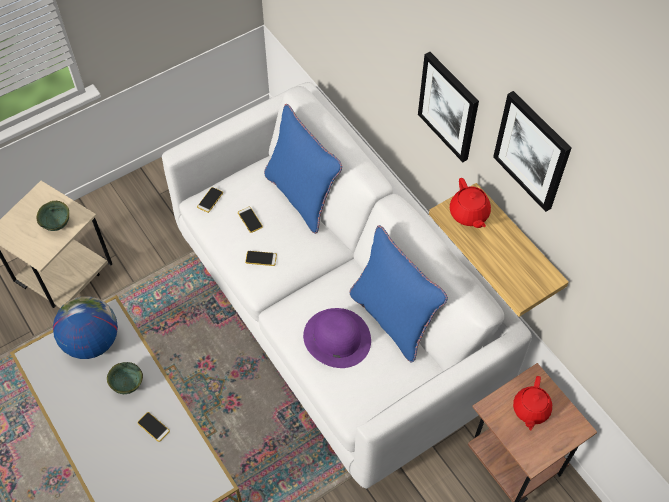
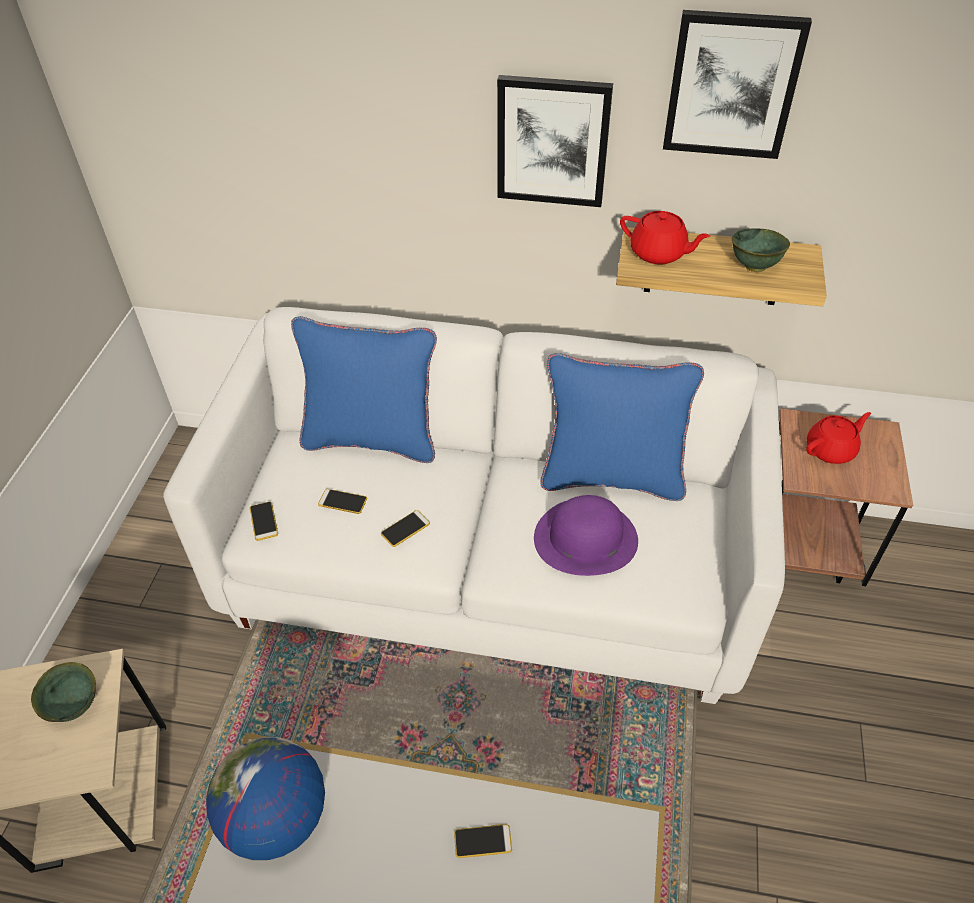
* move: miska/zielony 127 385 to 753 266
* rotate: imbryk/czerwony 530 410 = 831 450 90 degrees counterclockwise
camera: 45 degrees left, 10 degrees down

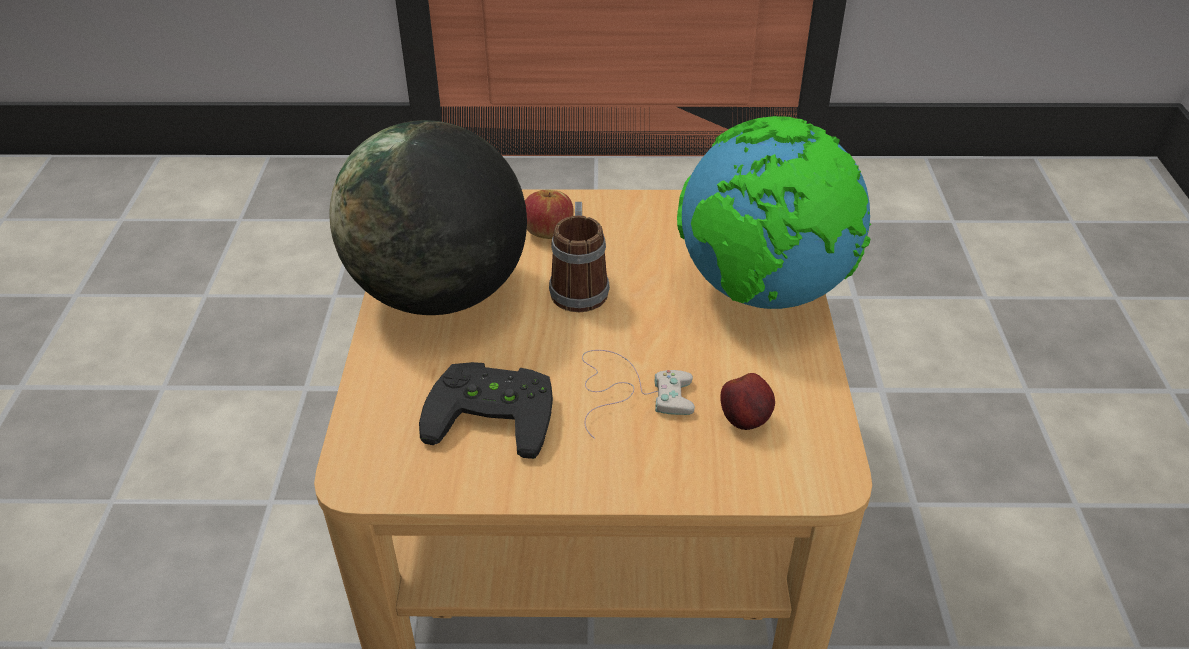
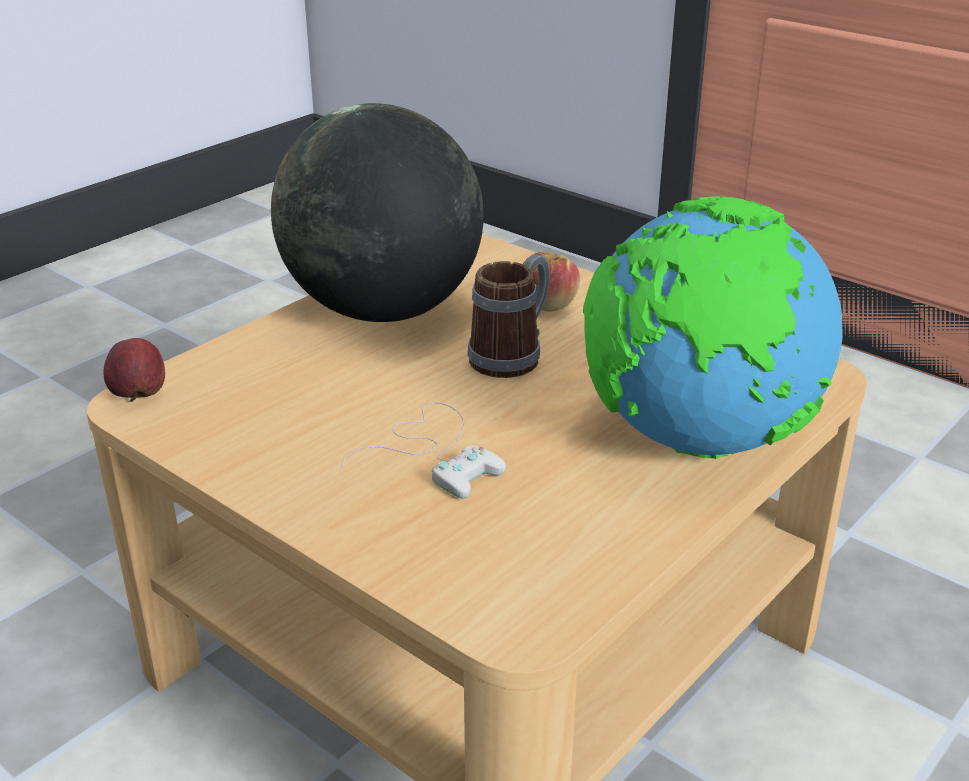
* delete: pad do gier/czarny 494 411
* move: jabłko 746 421 to 139 396
camera: 40 degrees right, 10 degrees down

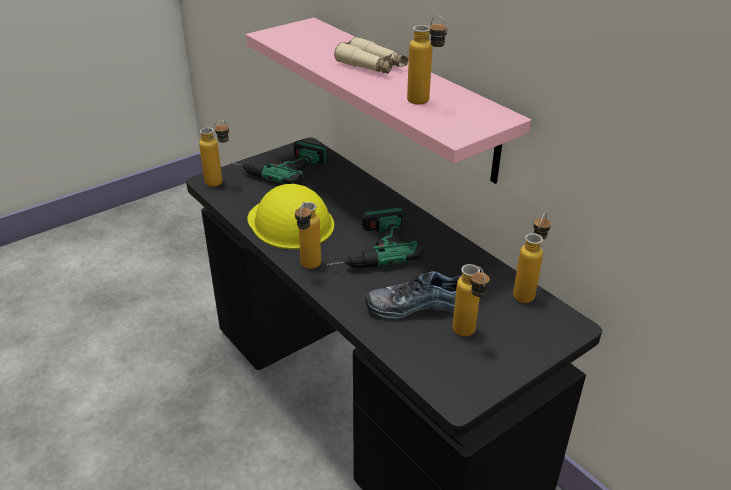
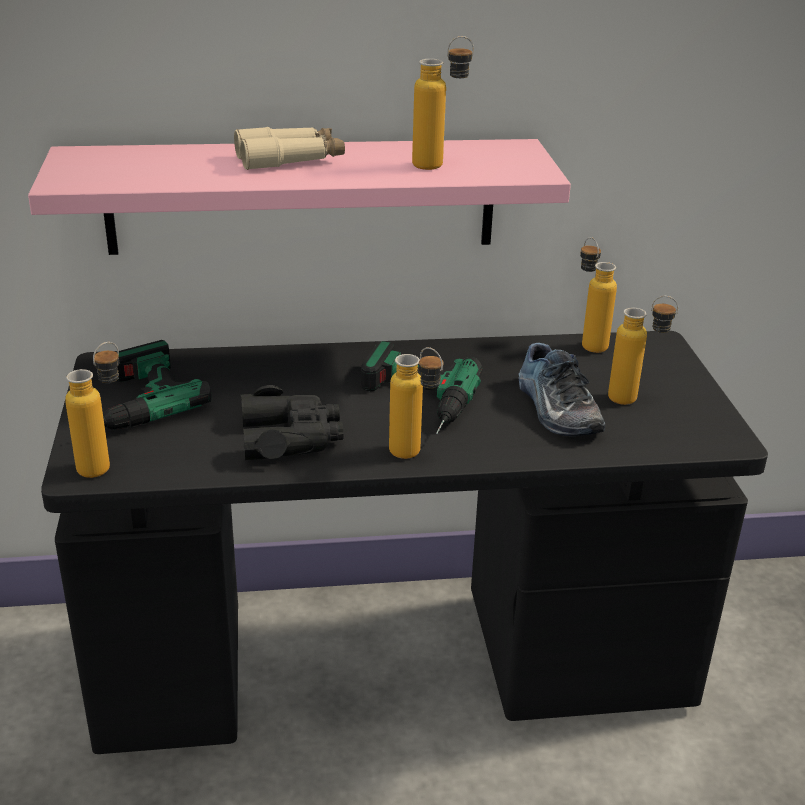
* replace: kask/żółty 290 222 to lornetka/czarny 291 437
* rotate: but 416 304 = 554 409 45 degrees counterclockwise
camera: 60 degrees left, 5 degrees down

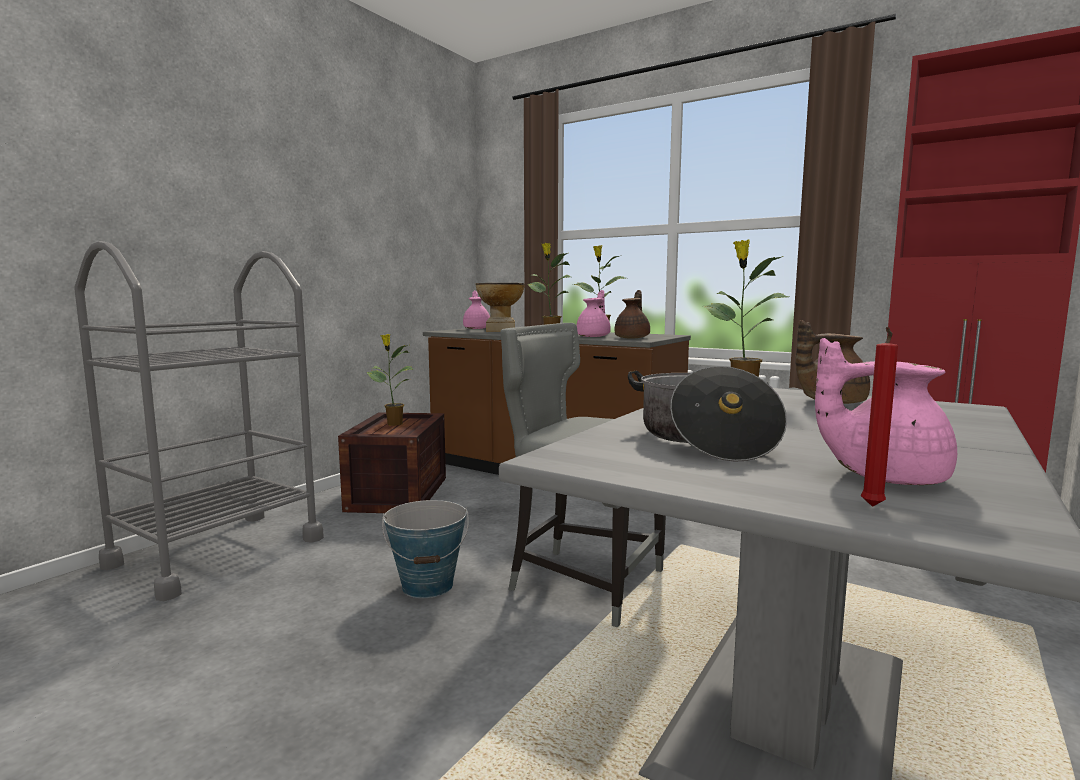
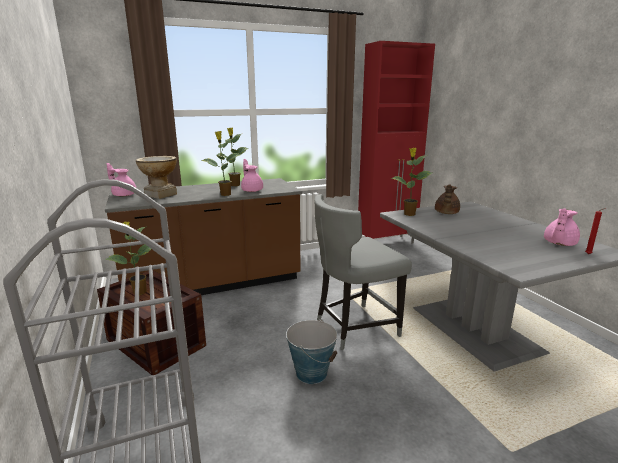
* delete: imbryk/brązowy 633 338
* delete: garnek 702 439
camera: 55 degrees left, 10 degrees up

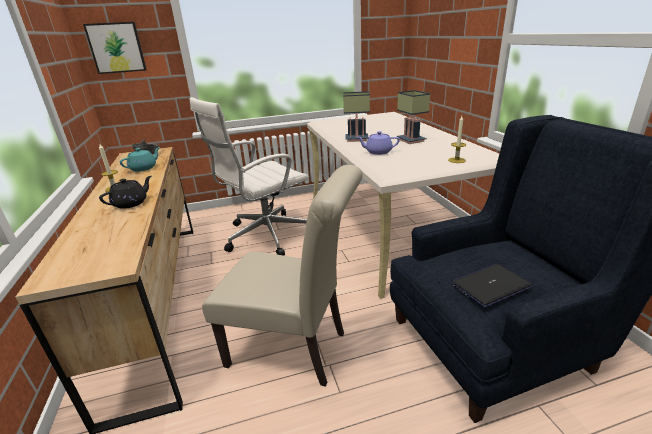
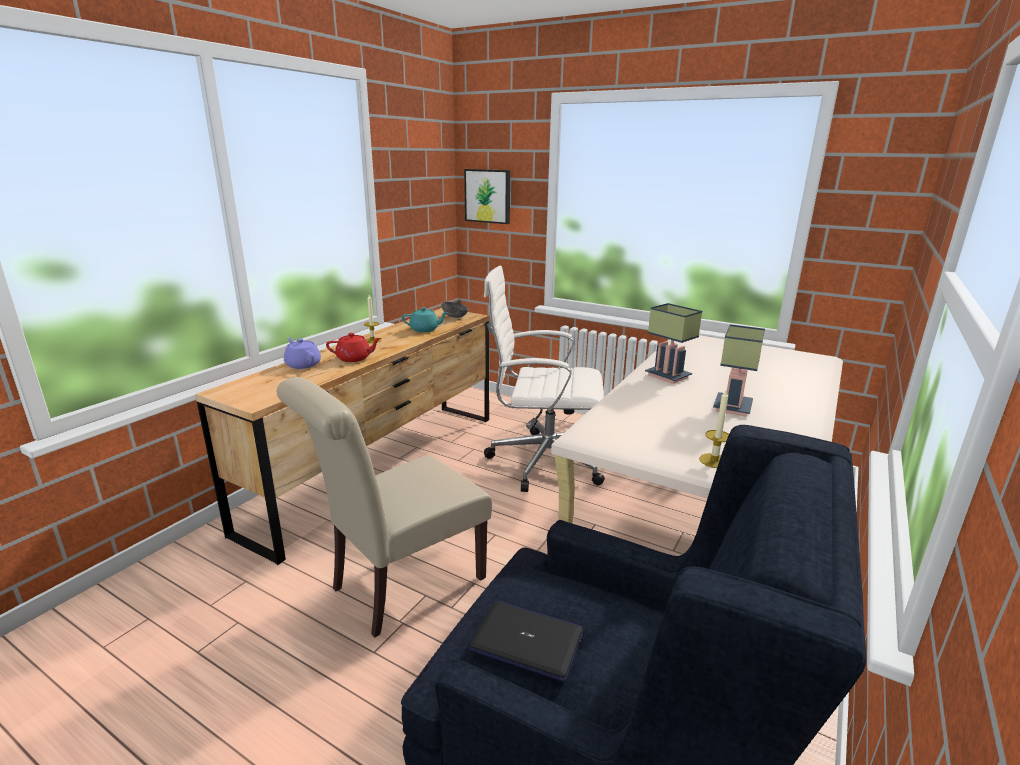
* recolor: imbryk/czarny 131 203 to imbryk/czerwony 354 358
* rotate: krzesło/beżowy 294 349 = 400 586 75 degrees clockwise
* move: imbryk/fioletowy 378 152 to 303 364
camera: 45 degrees right, 5 degrees down

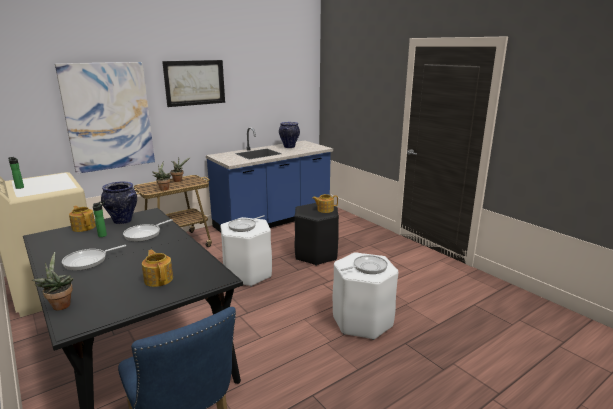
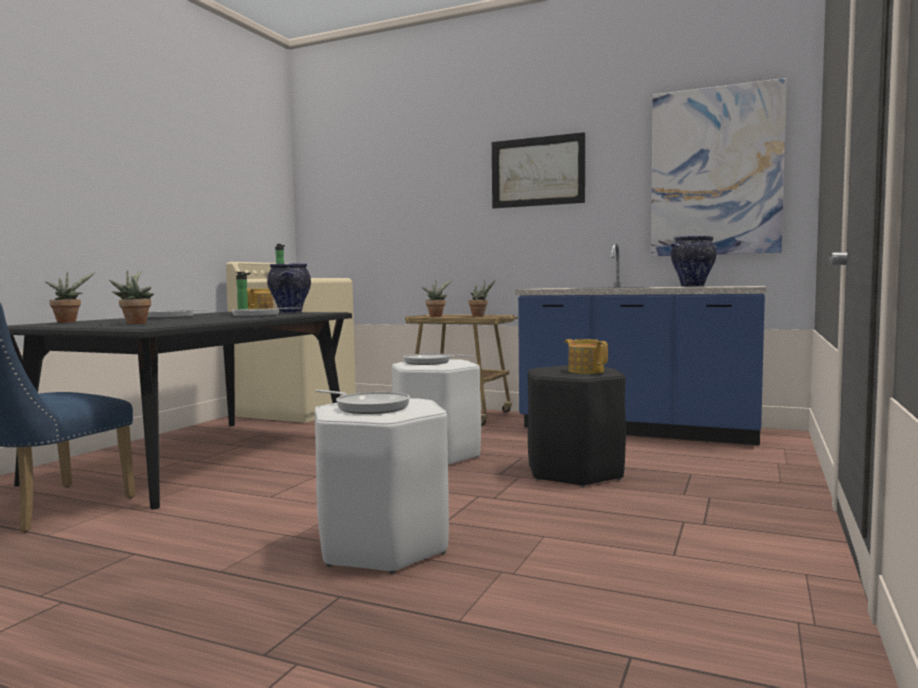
* move: obraz 108 117 to 715 172
* replace: imbryk 159 279 to roślina doniczkowa 135 323
camera: 60 degrees right, 15 degrees down

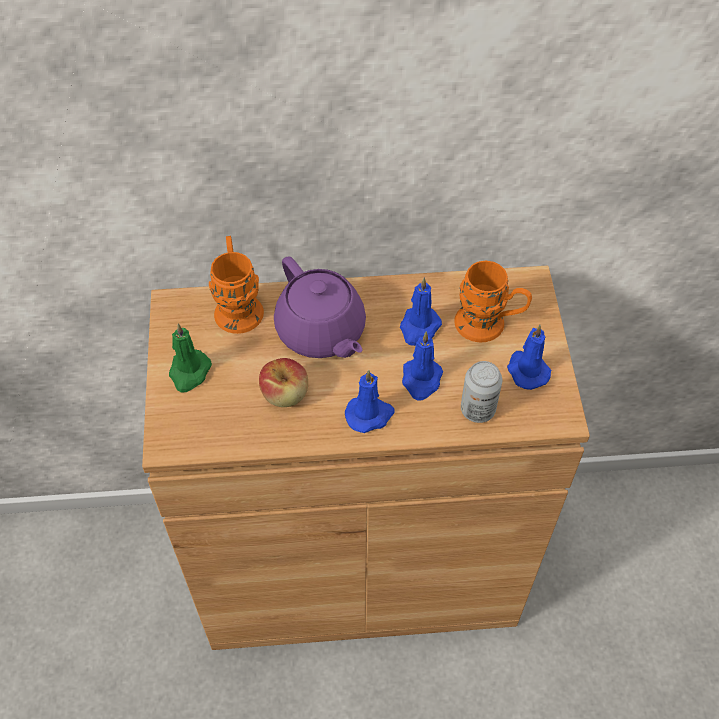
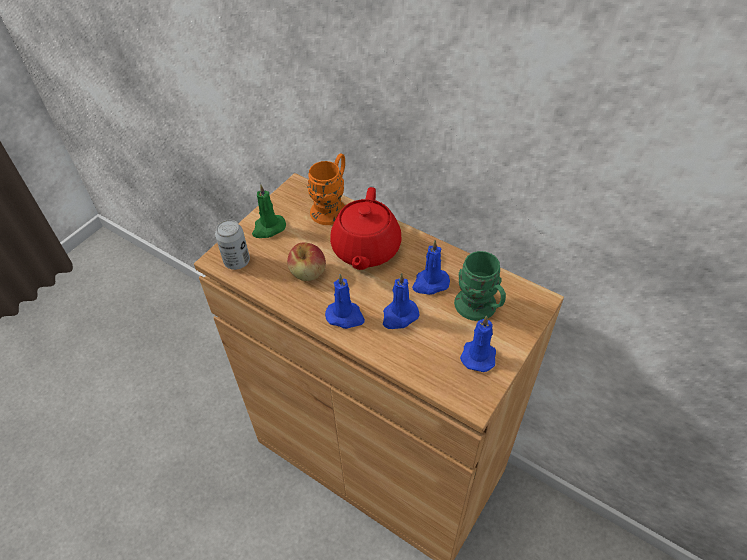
* recolor: imbryk/fioletowy 321 332 to imbryk/czerwony 365 249
* recolor: kubek/pomarańczowy 489 325 to kubek/zielony 480 310
* move: puszka 477 409 to 237 261
camera: 40 degrees right, 5 degrees down

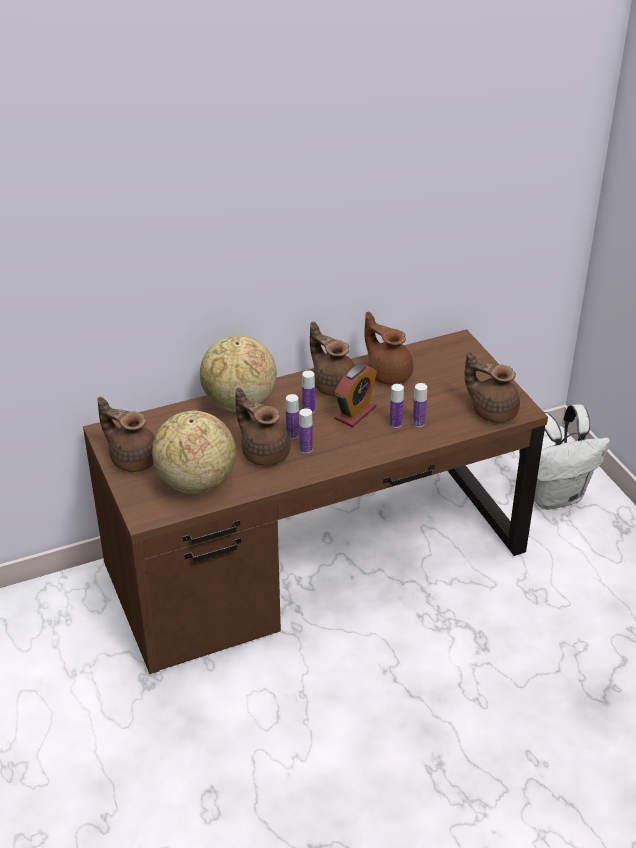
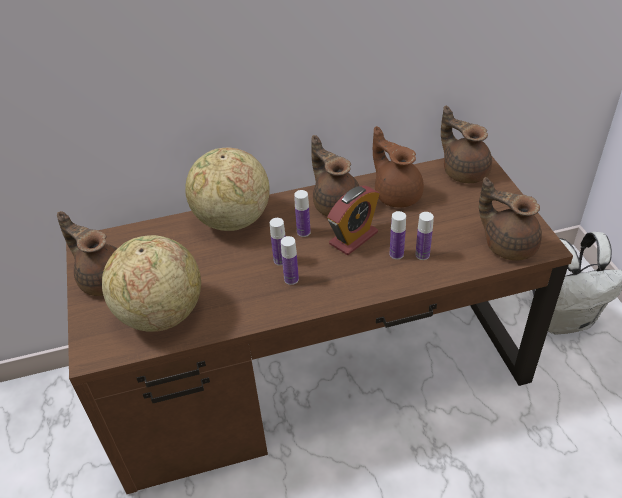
* move: imbryk/brązowy 264 452 to 464 171
camera: 10 degrees right, 5 degrees up

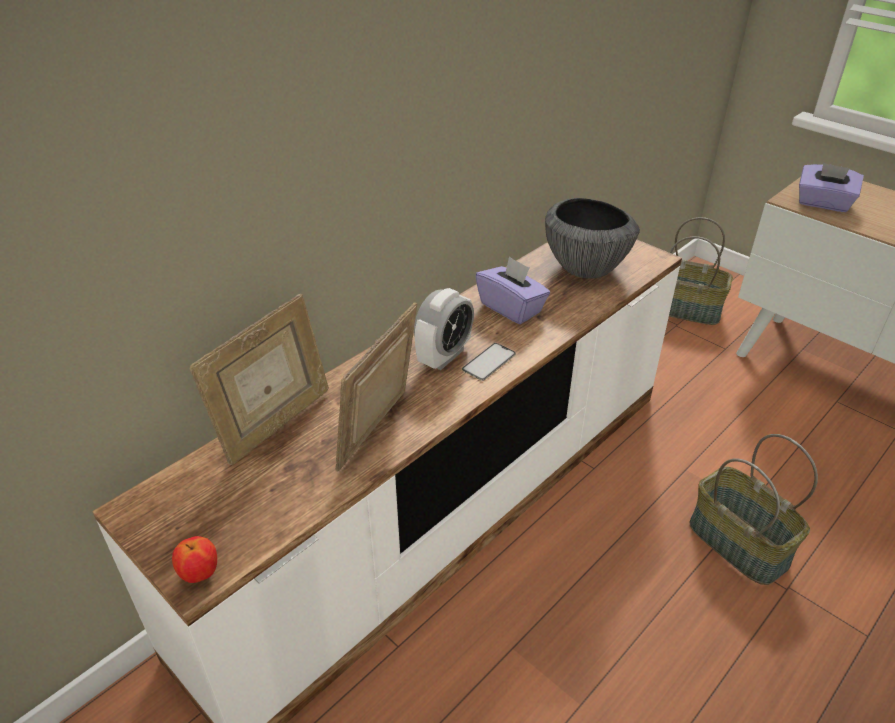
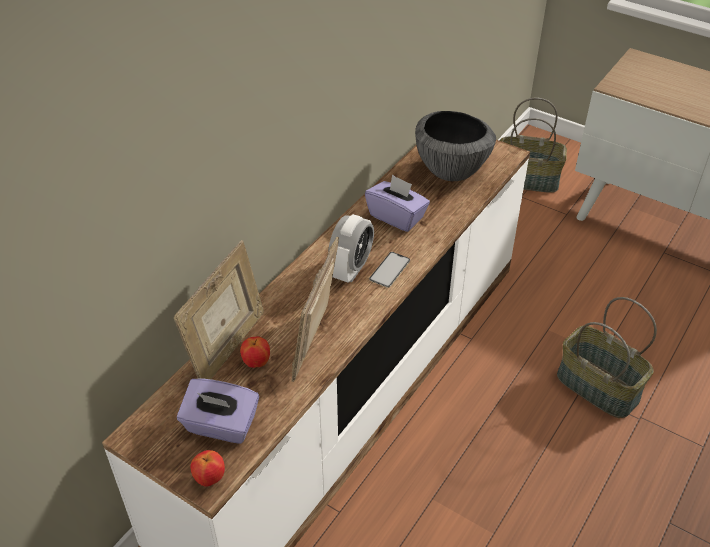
* move: pudełko chusteczek/fioletowy 823 203 to 221 426
* insert: jabłko 256 363
camera: 10 degrees left, 5 degrees up

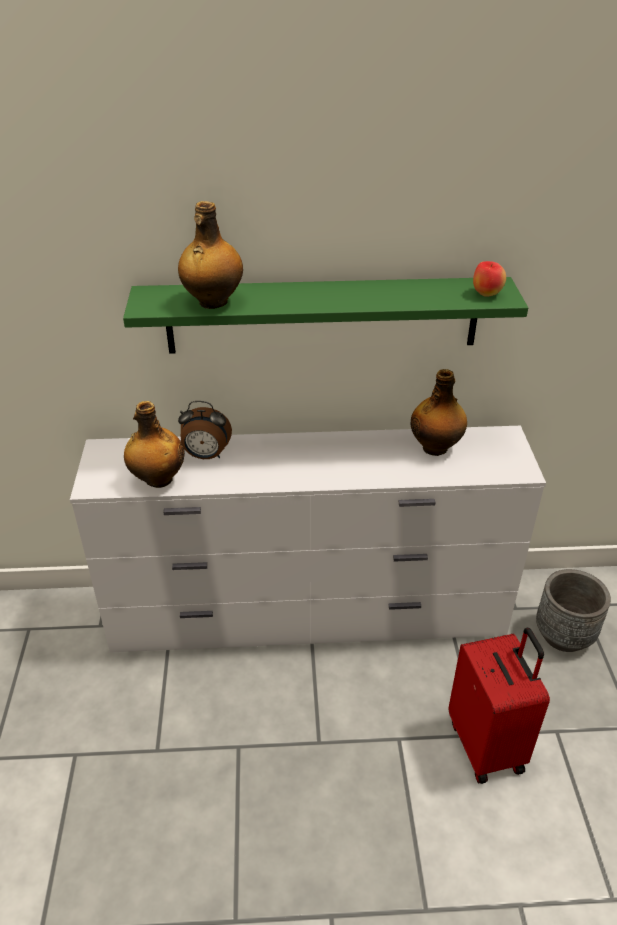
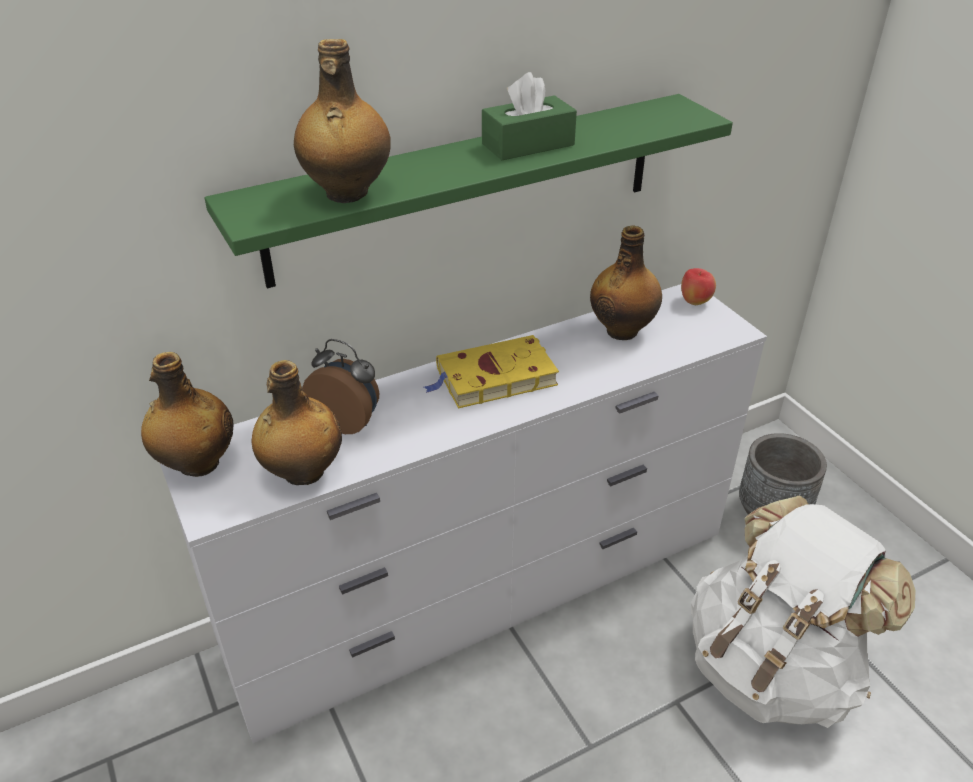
* rotate: budzik 206 456 = 348 421 135 degrees counterclockwise
* replace: walizka/czerwony 487 745 to plecak/biały 772 667
* move: jabłko 486 294 to 694 302
* insert: butelka 197 464
* insert: książka/żółty 493 378
* insert: pudełko chusteczek/zielony 528 144
camera: 25 degrees left, 0 degrees up

